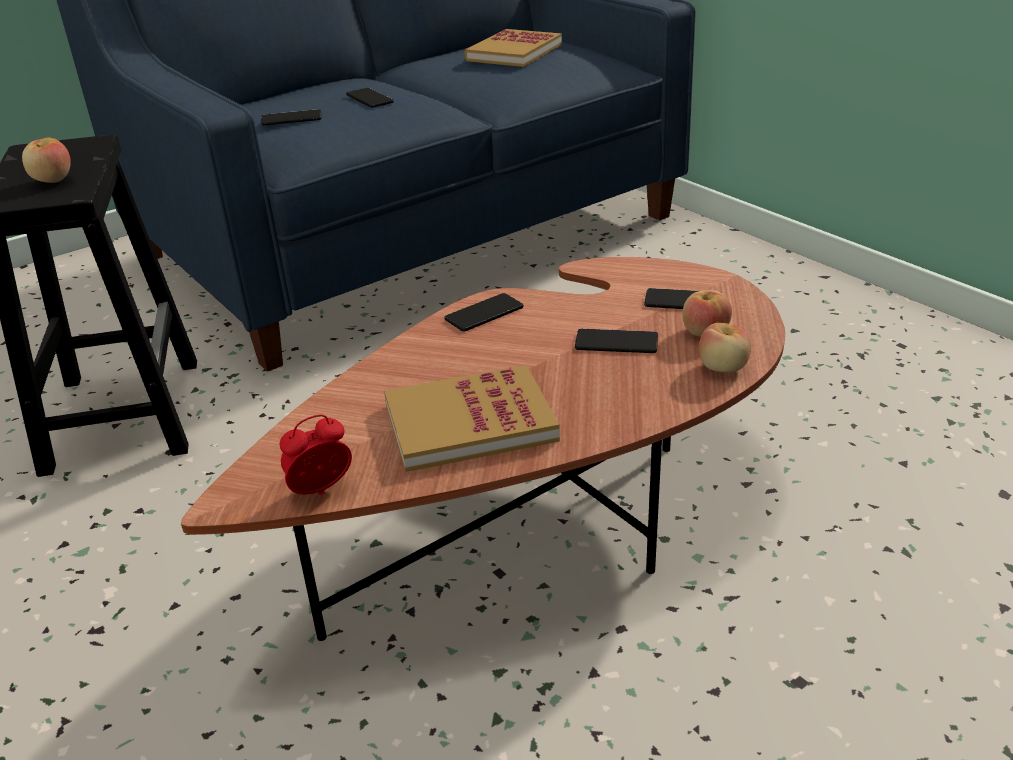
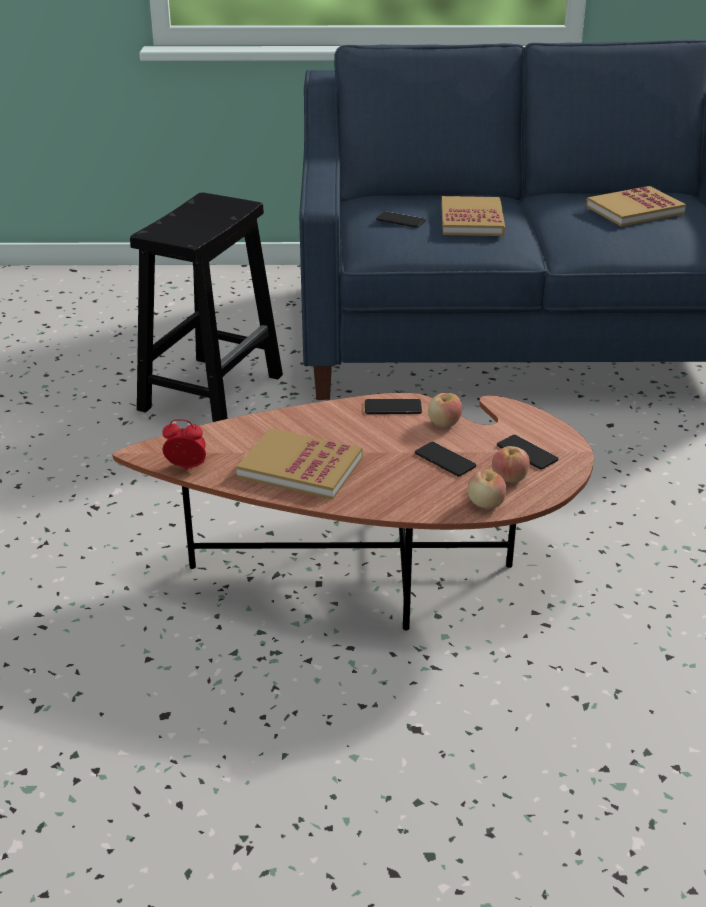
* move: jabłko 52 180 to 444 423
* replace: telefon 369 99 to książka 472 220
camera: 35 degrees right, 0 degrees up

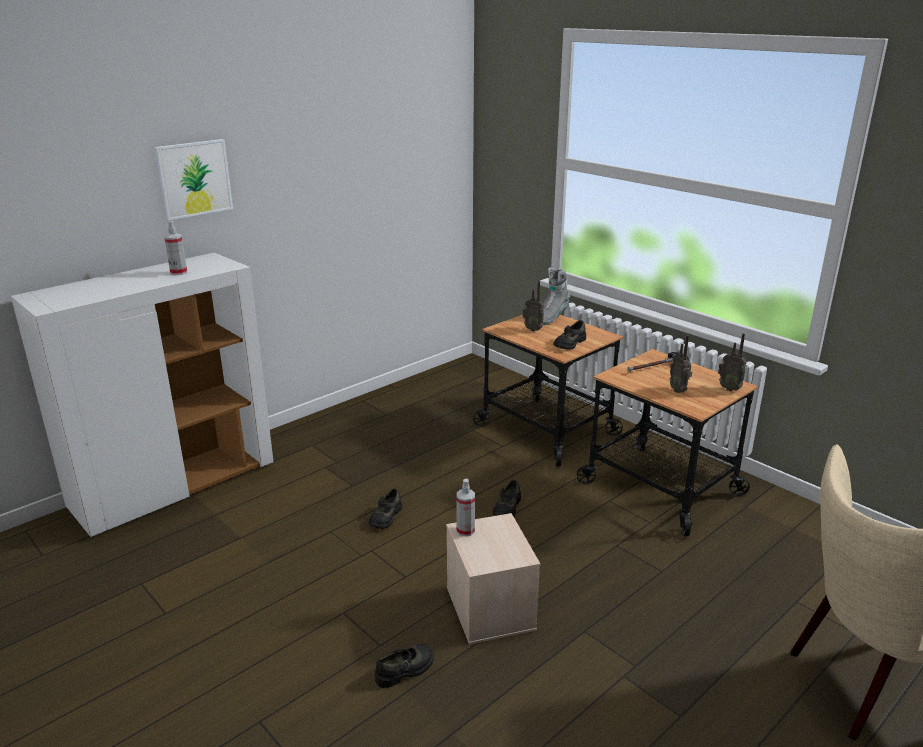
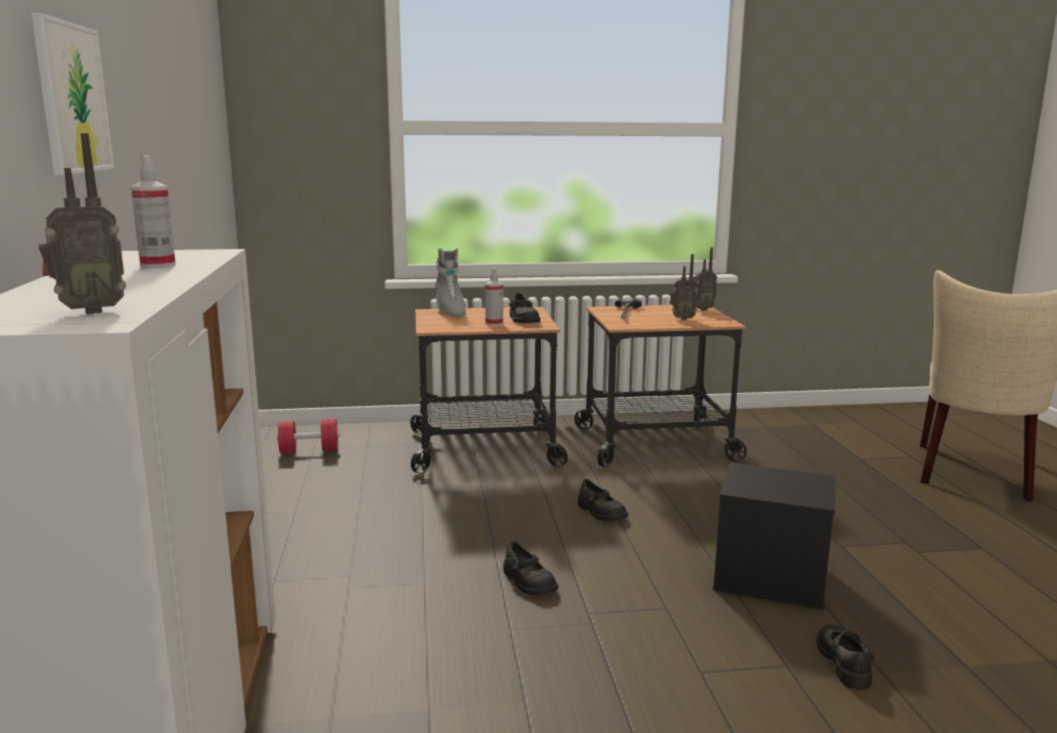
* recolor: pojemnik do przechowywania/beżowy 488 607 to pojemnik do przechowywania/czarny 768 578
* move: spryskiwacz 465 530 to 494 323
* move: radio 533 329 to 89 311
* insert: hantel/czerwony 309 450
camera: 55 degrees left, 10 degrees down

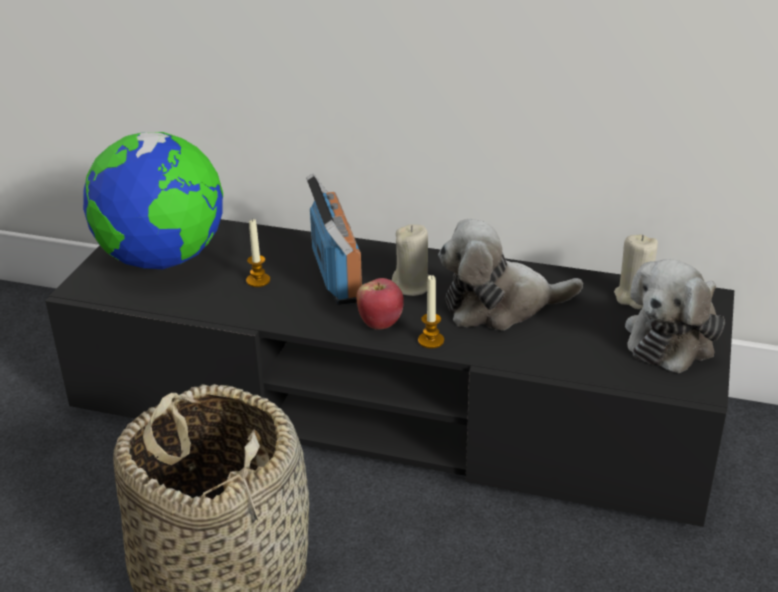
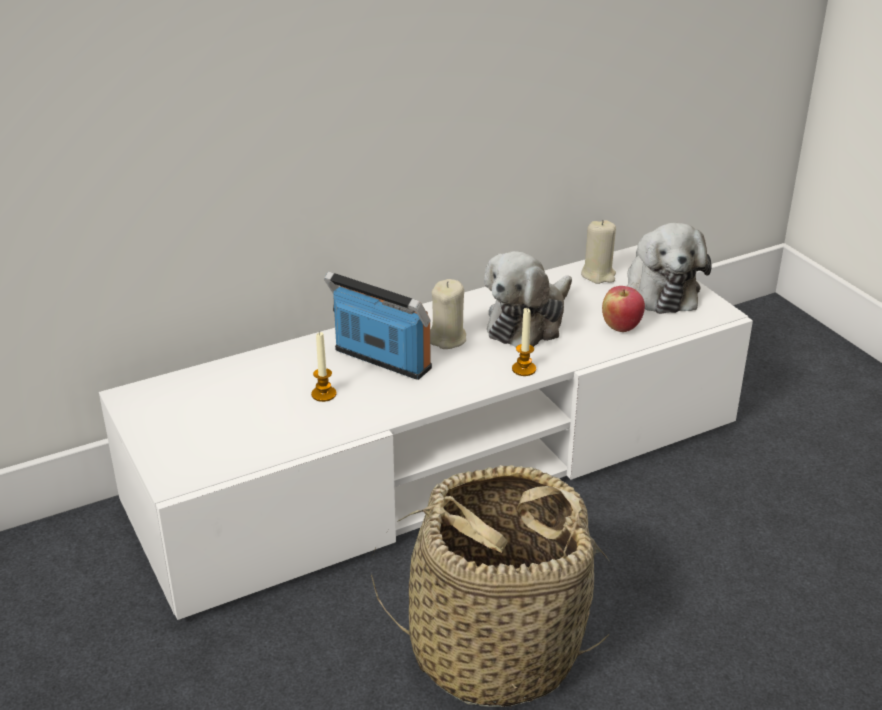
* recolor: szafka pod telewizor/czarny 391 408 to szafka pod telewizor/biały 441 464
* delete: globus 163 260
* move: jabłko 380 323 to 621 327
camera: 45 degrees left, 0 degrees up

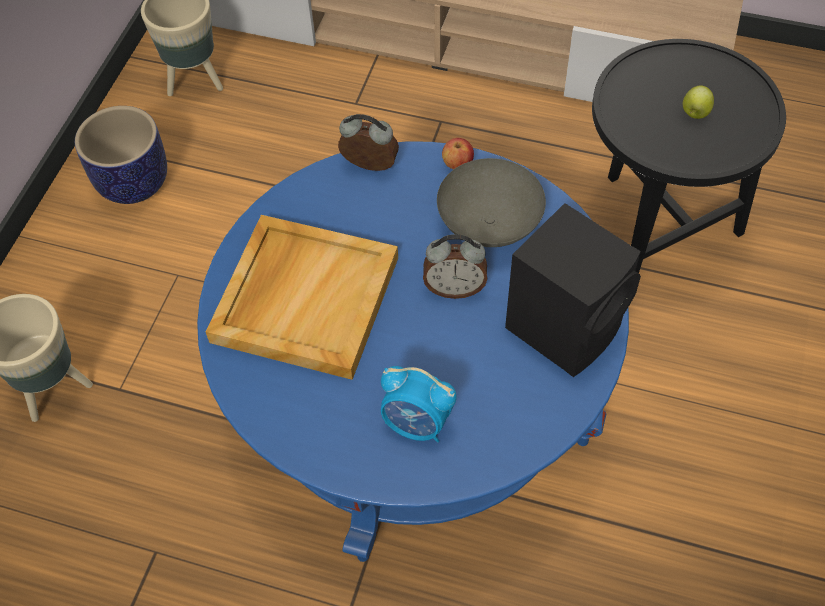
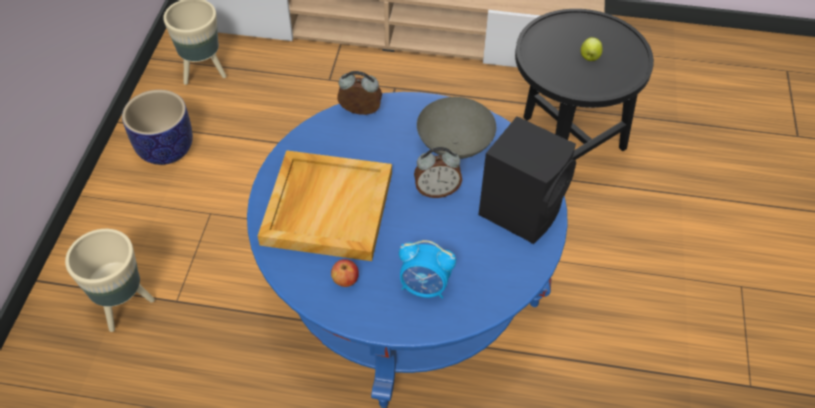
* move: jabłko 457 164 to 345 280
camera: 10 degrees left, 5 degrees down

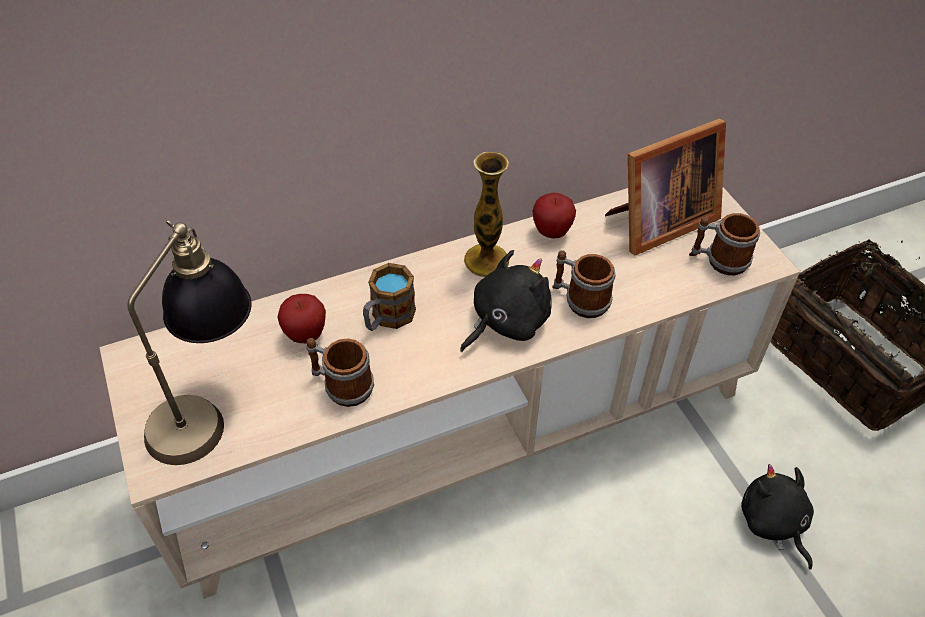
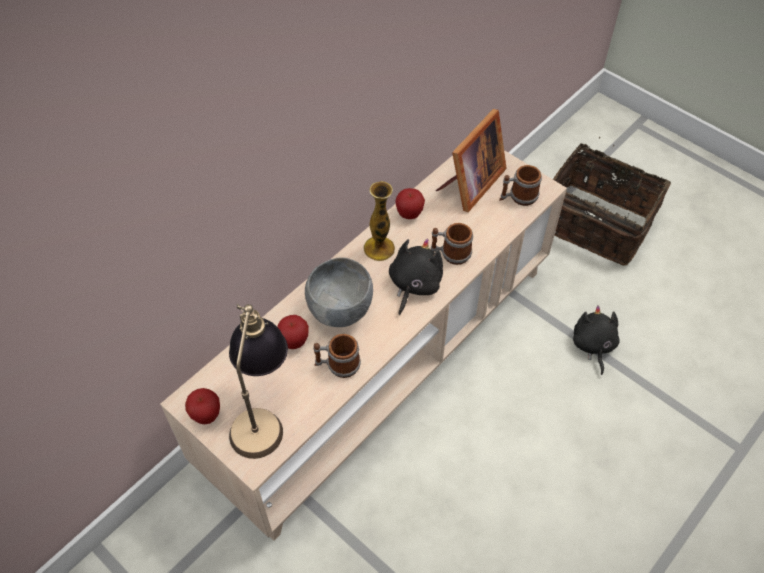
* replace: kubek 388 318 to miska/szary 339 310
* rotate: pluszak/czarny 773 523 = 593 345 45 degrees clockwise
* insert: jabłko 206 415
camera: 25 degrees left, 5 degrees up

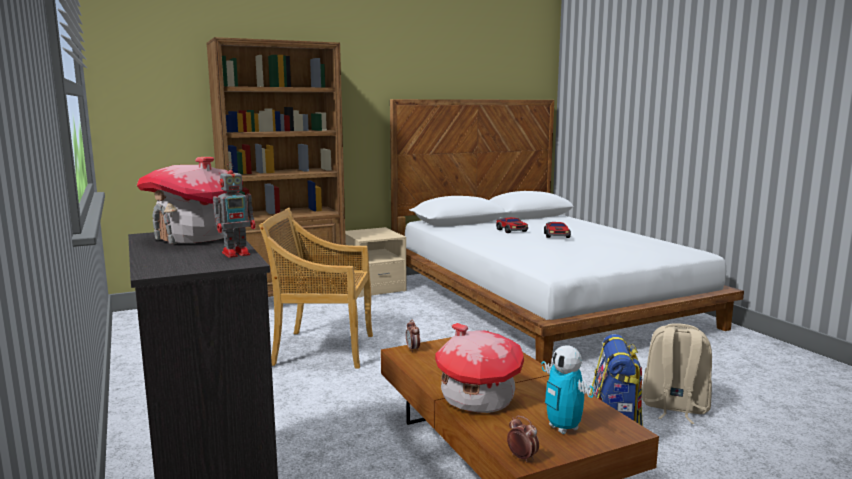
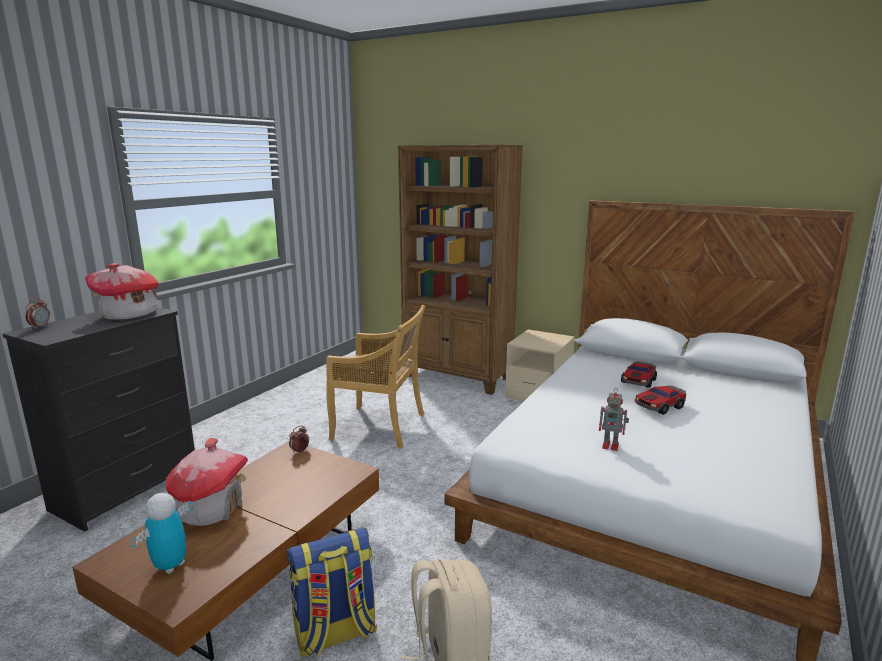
* move: robot zabawkowy 237 253 to 611 446
* rotate: krzesło/beżowy 322 349 = 380 427 135 degrees clockwise
* move: budzik 522 457 to 40 327
camera: 55 degrees right, 5 degrees up

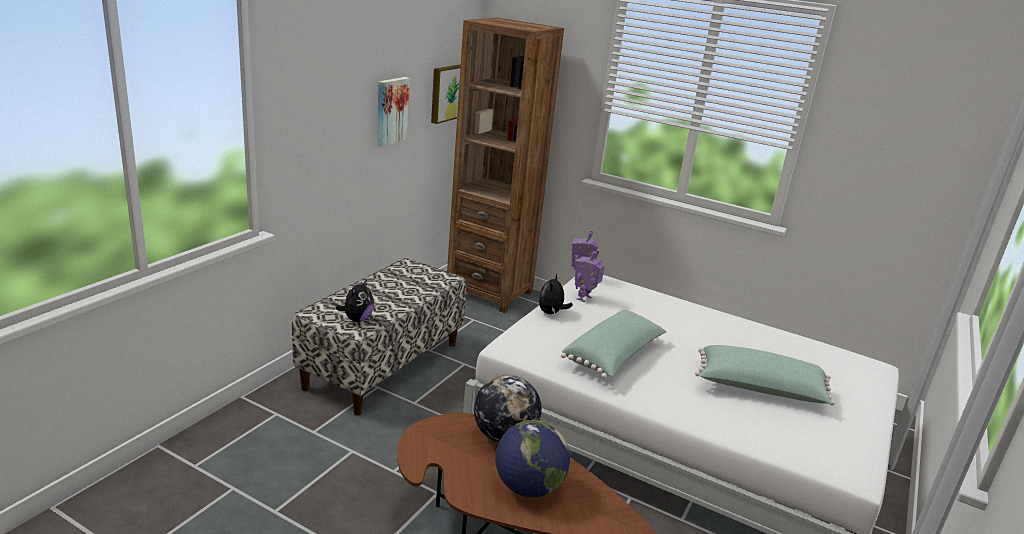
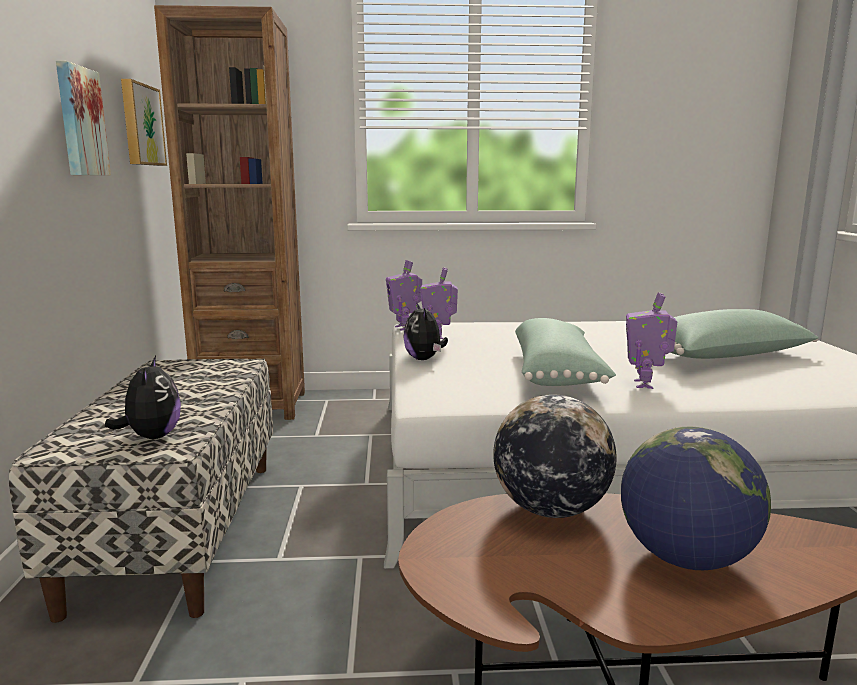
* insert: robot zabawkowy 645 384
camera: 30 degrees left, 10 degrees down

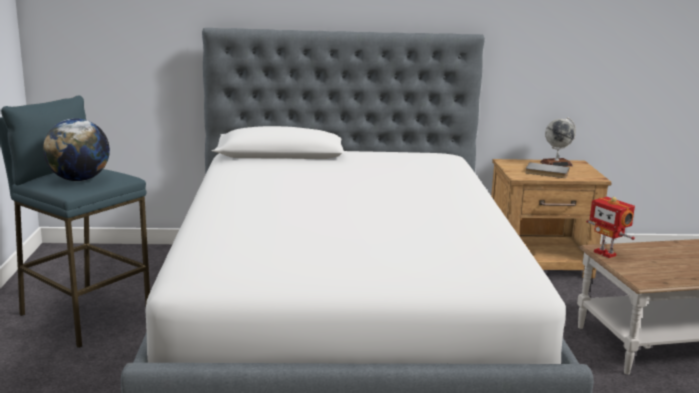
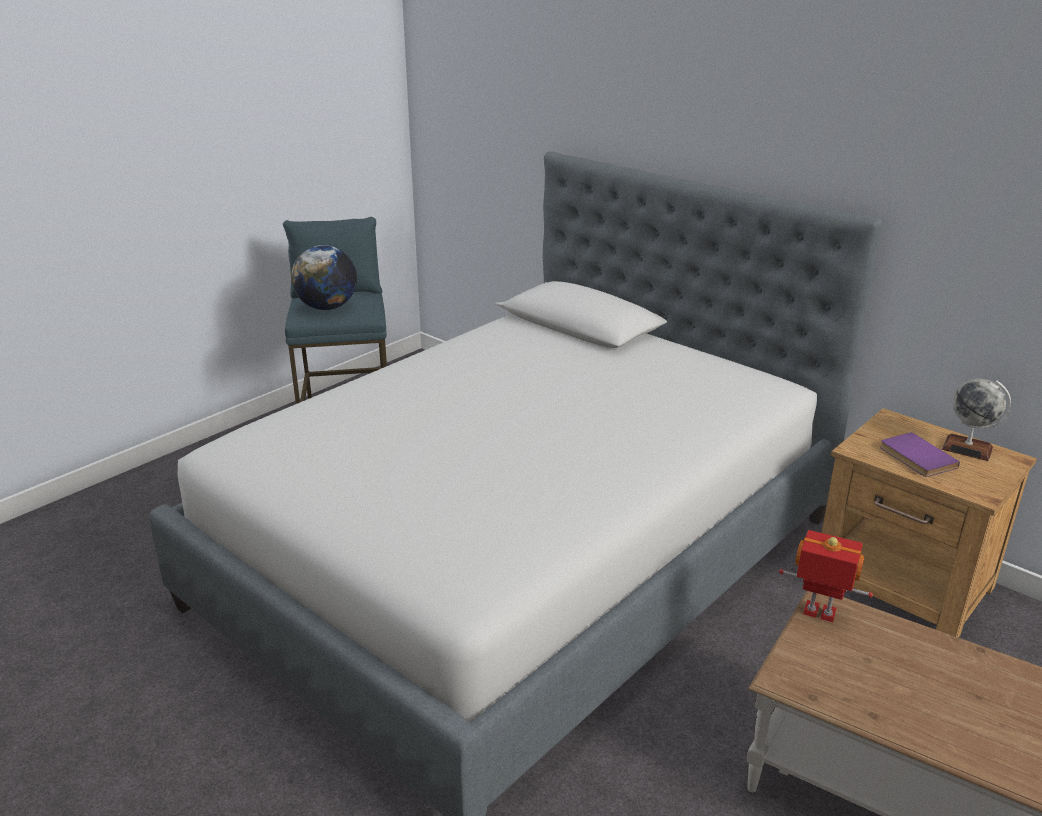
* recolor: książka/szary 546 172 to książka/fioletowy 915 458
* rotate: robot zabawkowy 605 253 = 819 614 105 degrees clockwise
camera: 45 degrees right, 10 degrees up

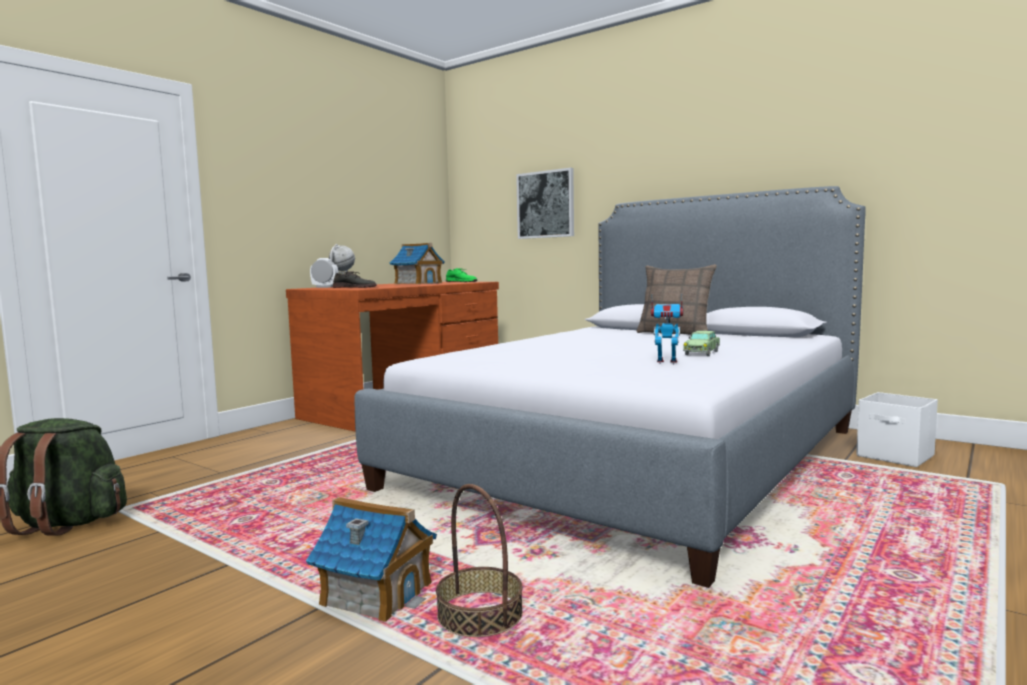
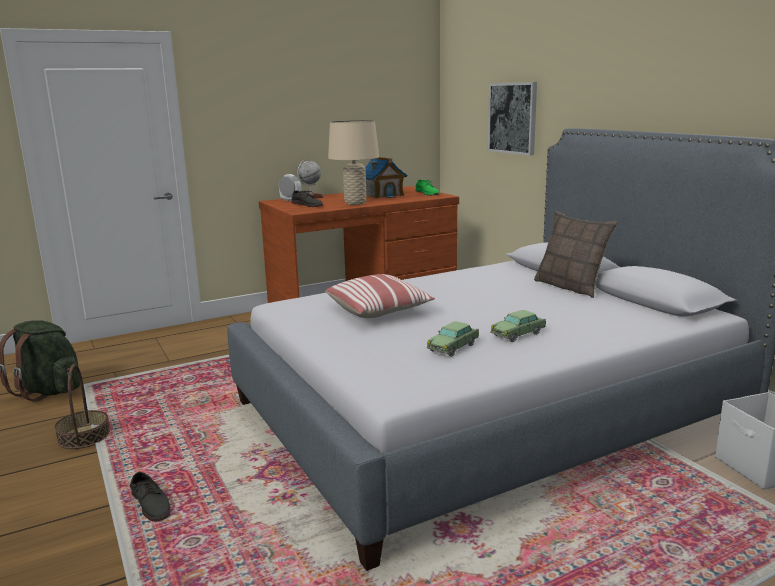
* replace: domek 376 595 to but/szary 151 504
* move: koszyk 479 615 to 84 436
* replace: robot zabawkowy 666 362 to samochodzik 453 347
* insert: poduszka 379 310
* insert: lampa stołowa/beżowy 355 203
camera: 25 degrees right, 10 degrees up

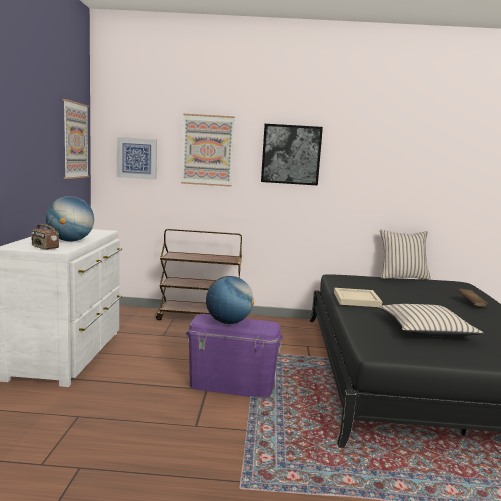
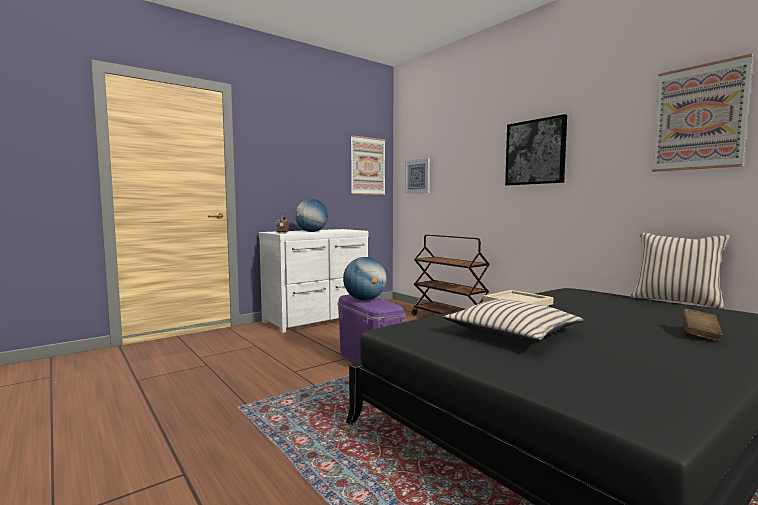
* move: obraz 207 150 to 699 117
camera: 50 degrees right, 5 degrees down

